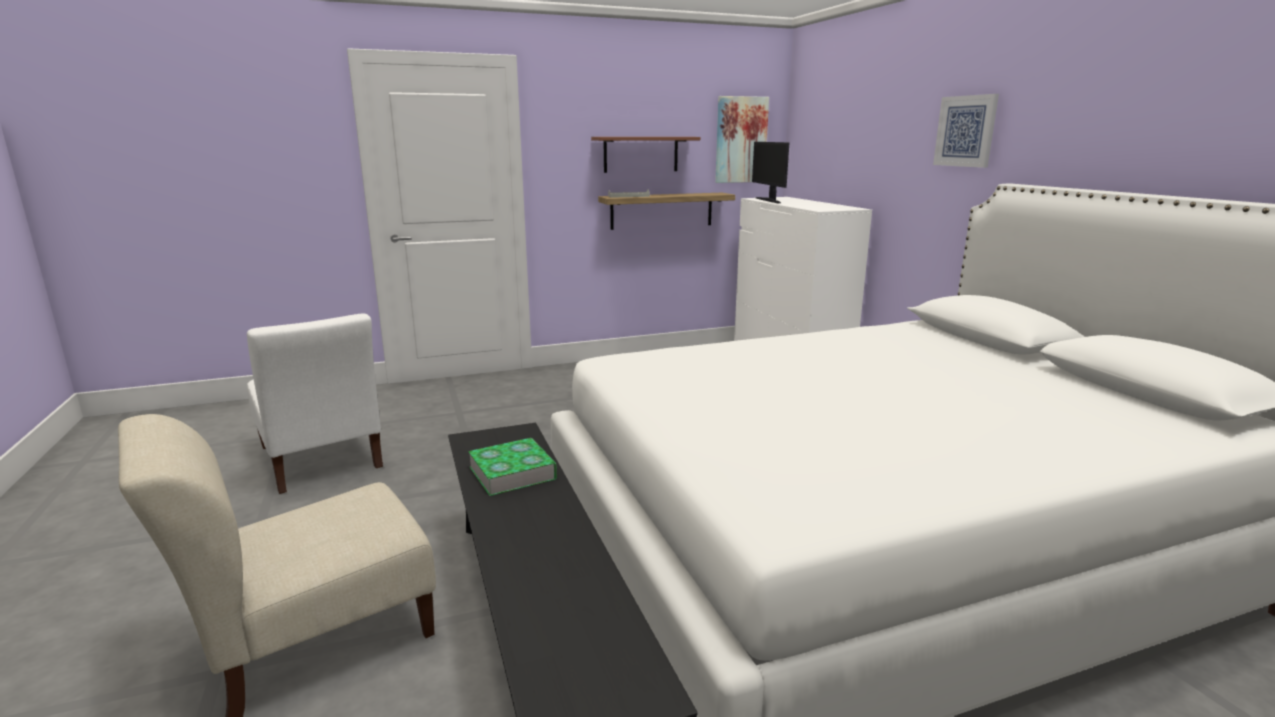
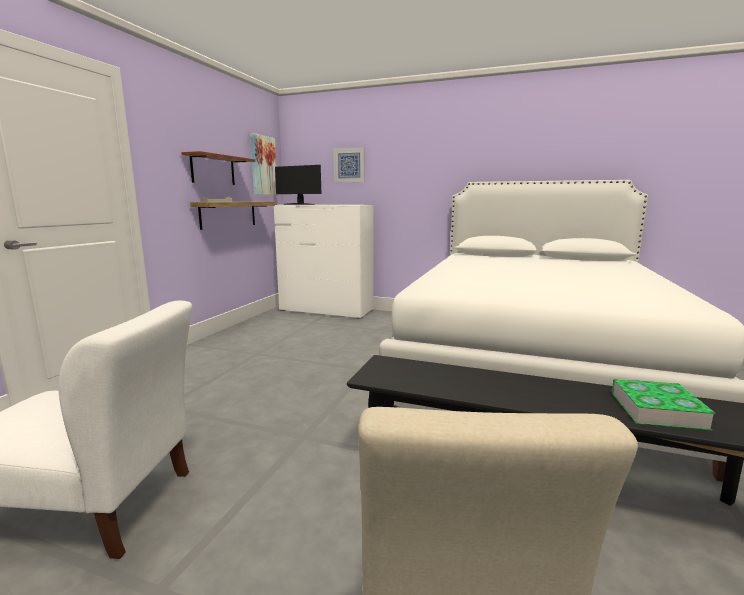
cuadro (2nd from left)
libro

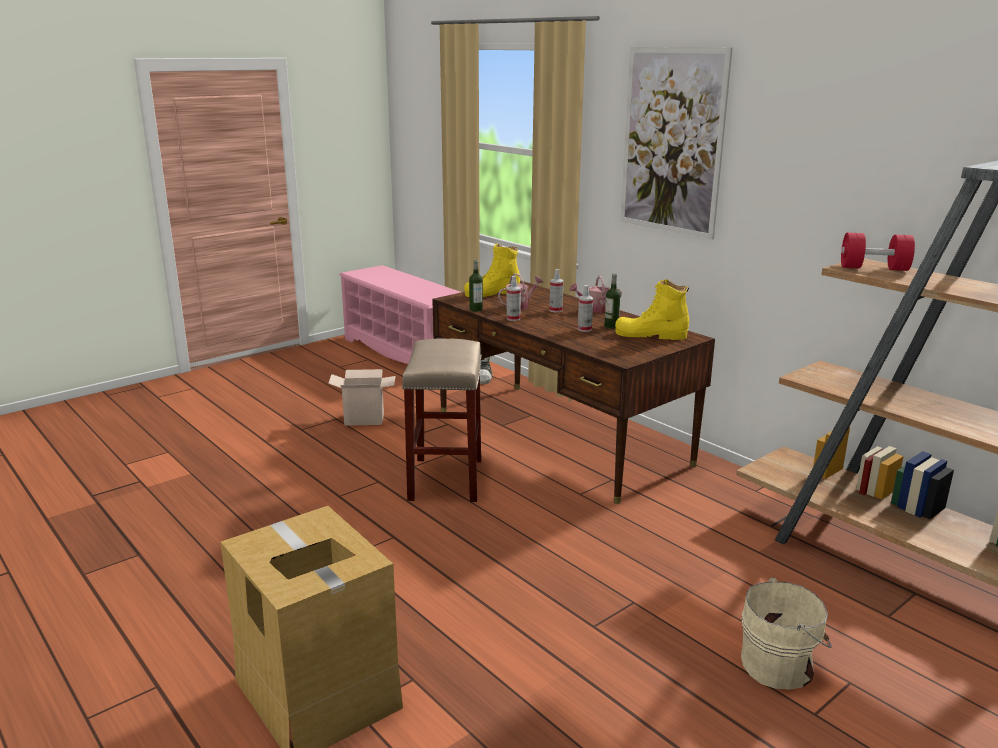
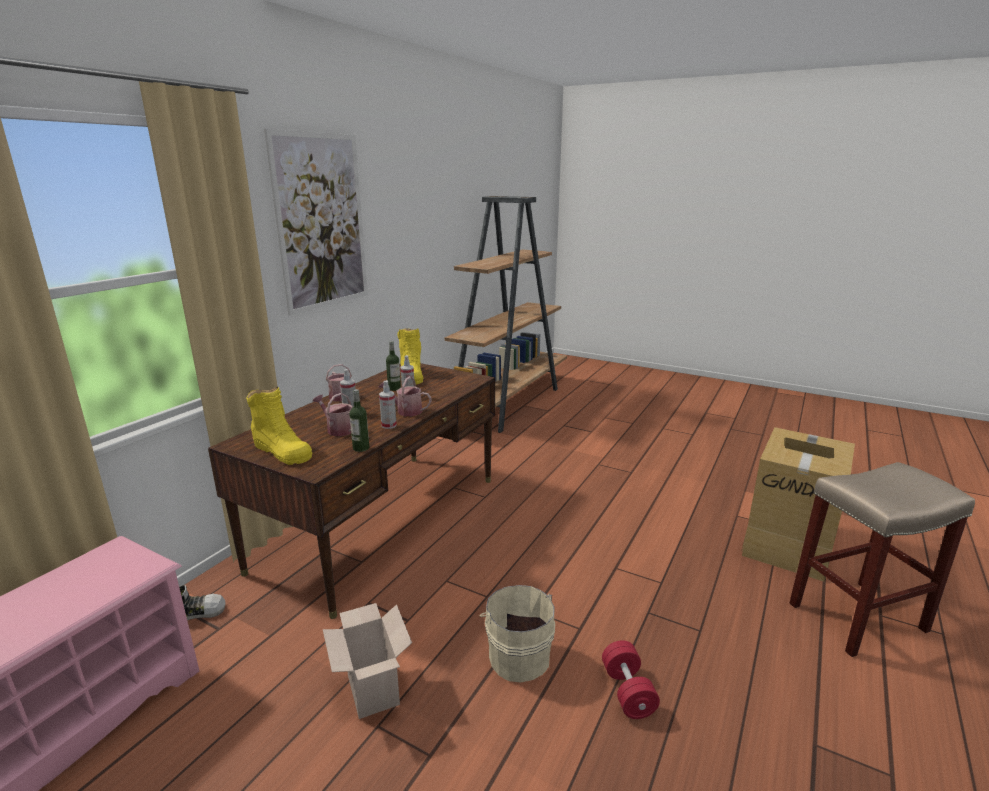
mancuerna/rojo
taburete/beis
cubo/beis
regadera (3rd from left)

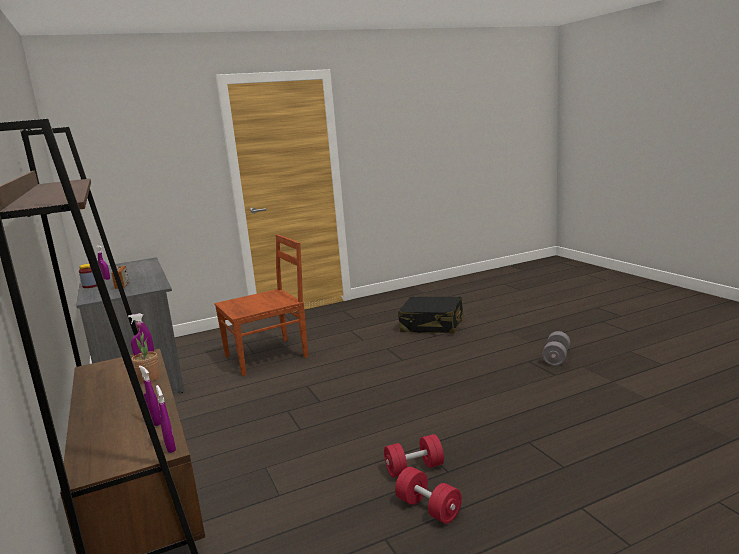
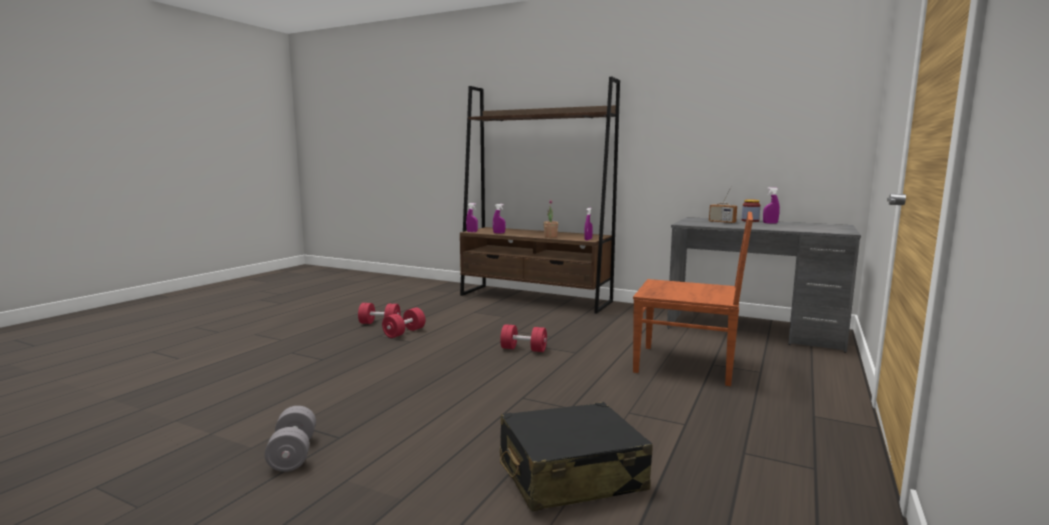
silla/marrón
mancuerna/rojo (3rd from left)

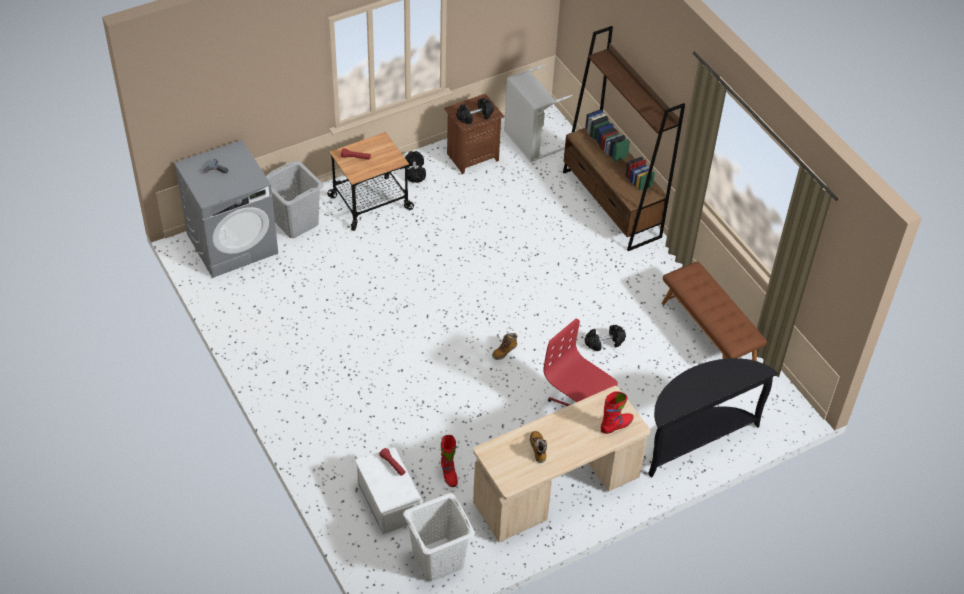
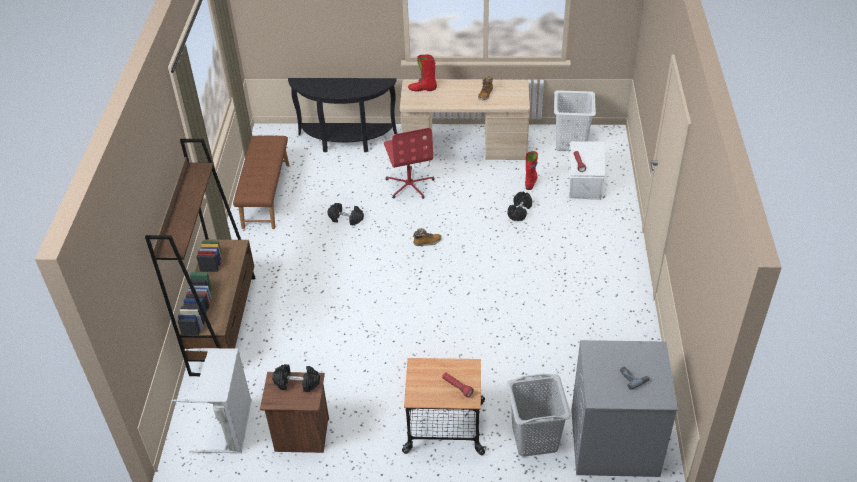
mancuerna/negro (3rd from left)

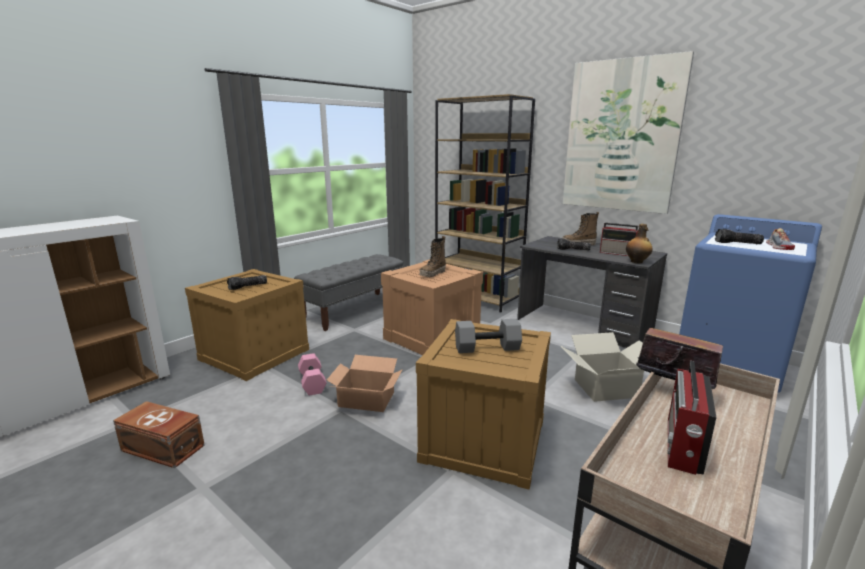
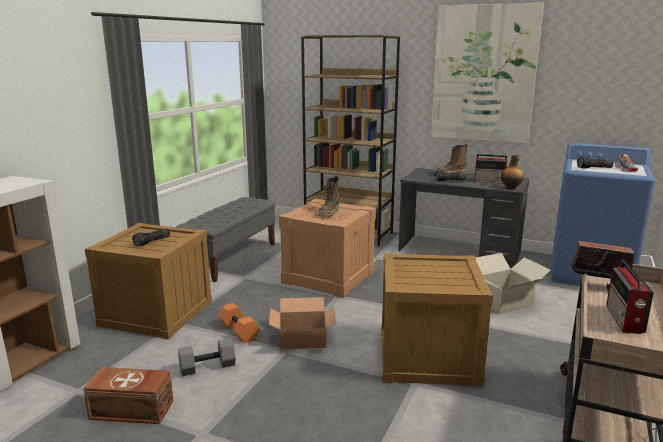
mancuerna/gris
mancuerna/naranja

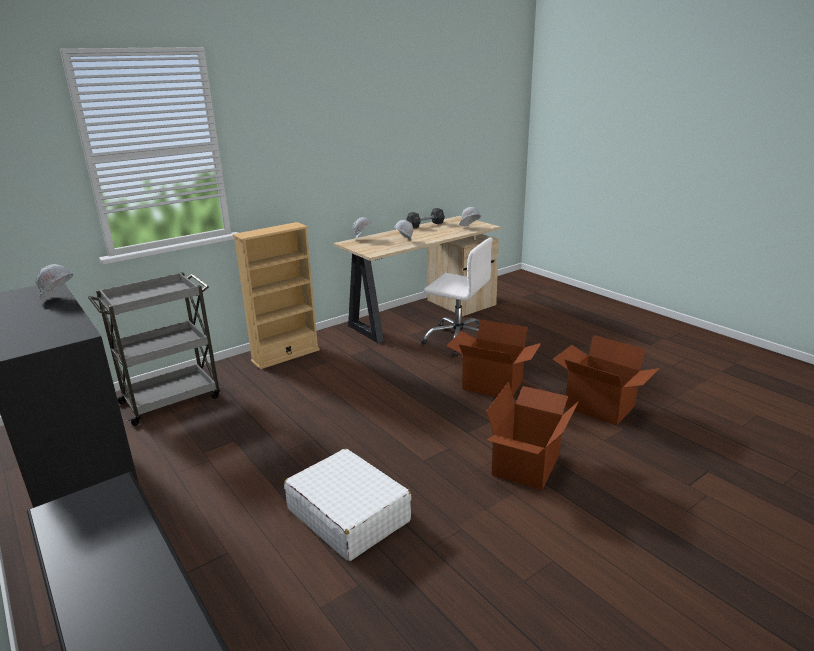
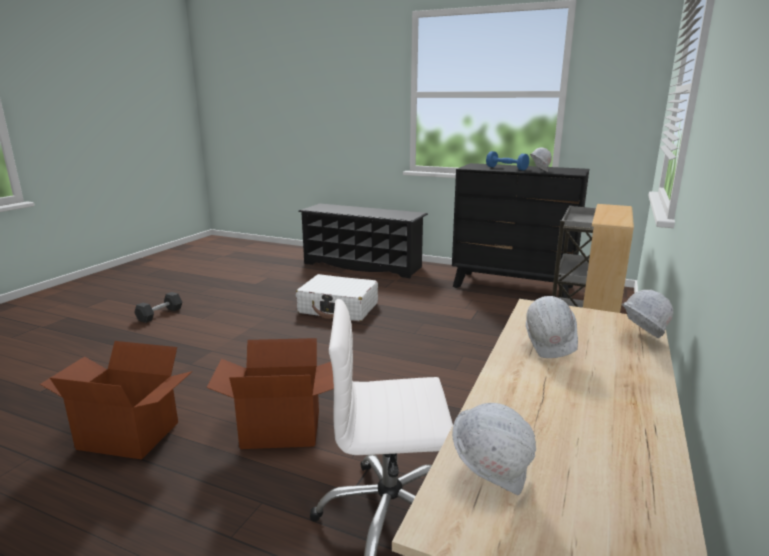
mancuerna/negro
caja de cartón (2nd from left in the first image)
mancuerna/azul

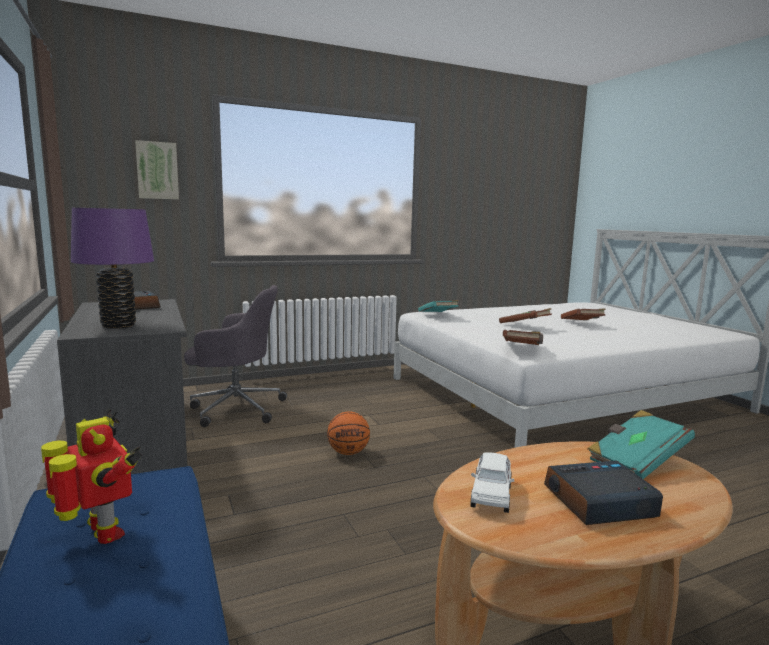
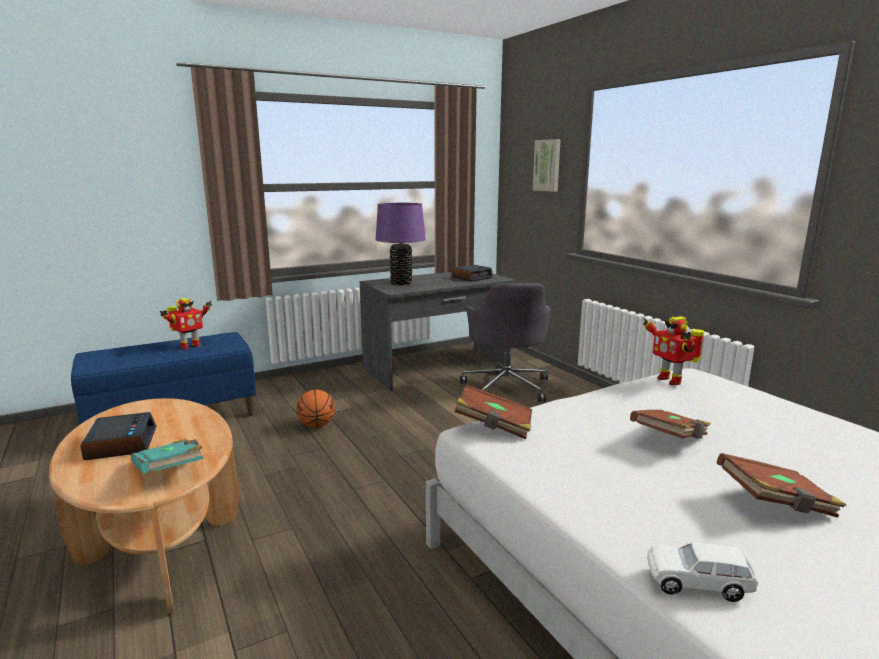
robot de juguete (2nd from left)
balón de baloncesto
coche de juguete/blanco

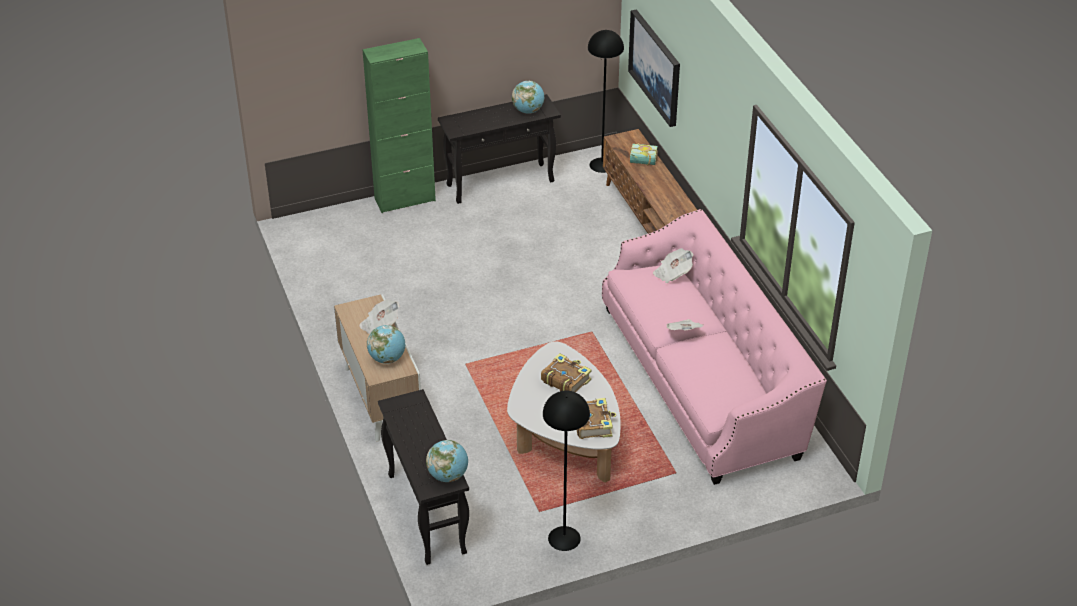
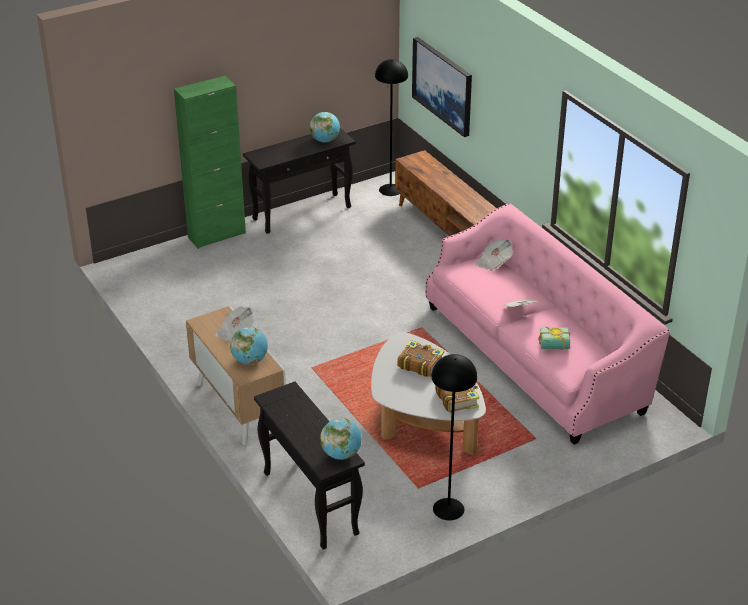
libro (3rd from left)

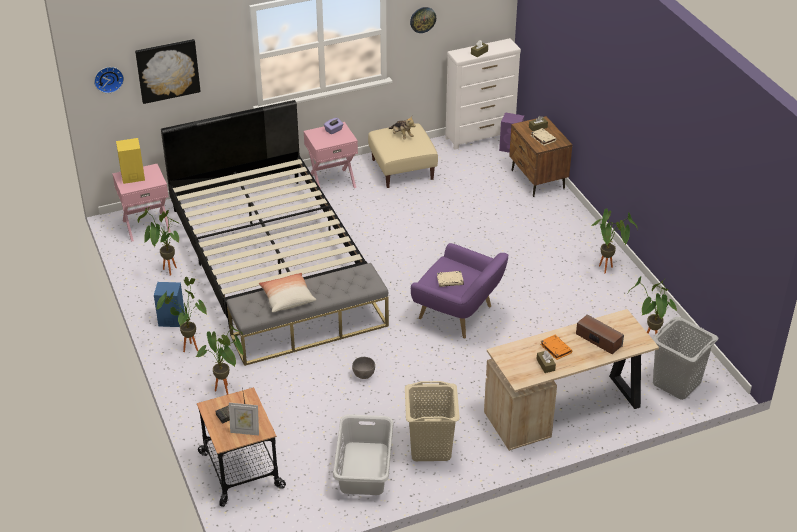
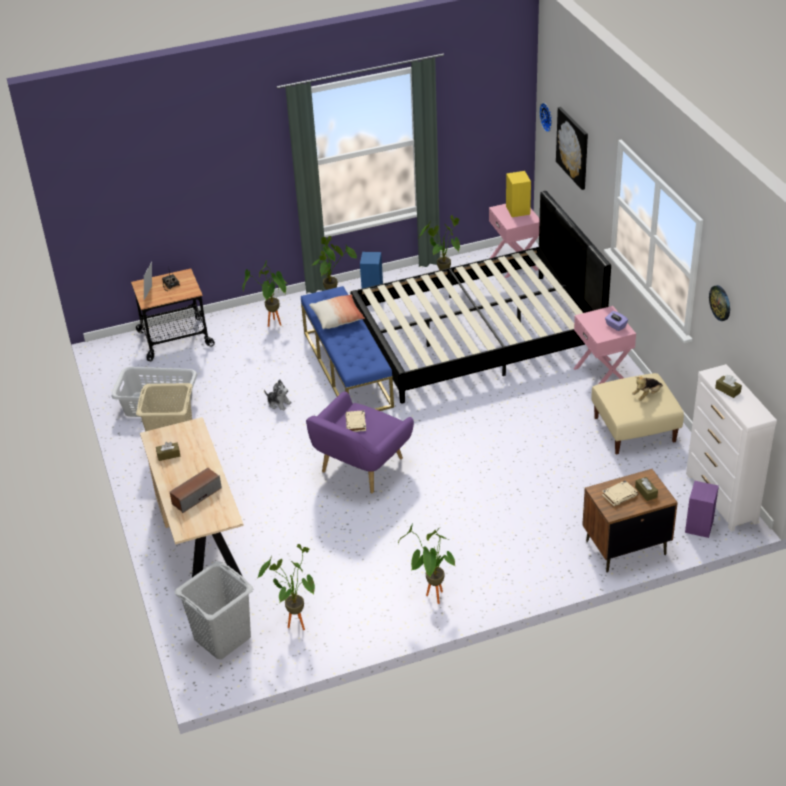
banco/azul
libro/naranja
peluche (1st from left)

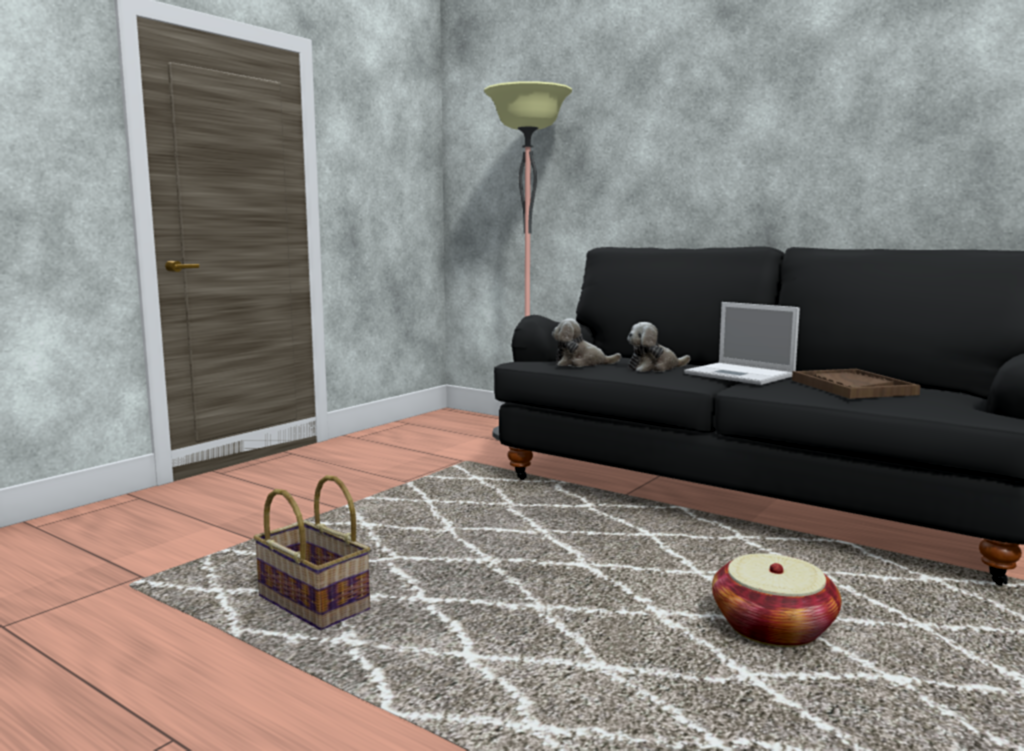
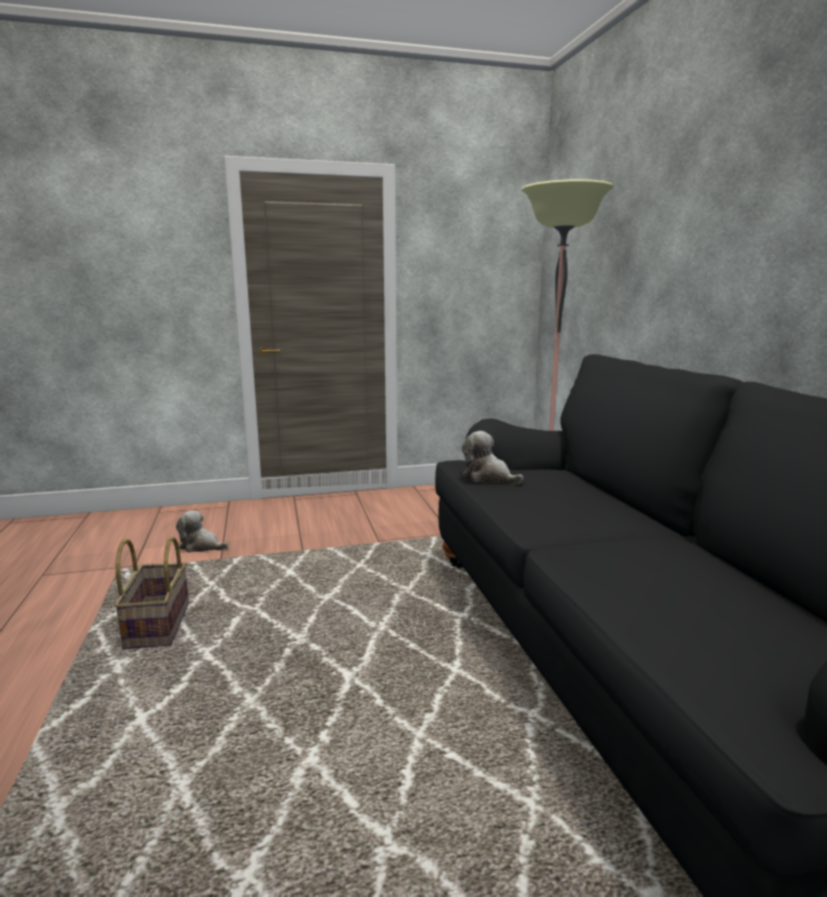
portátil
peluche (1st from left)
bandeja/marrón
cesta (2nd from left in the first image)

